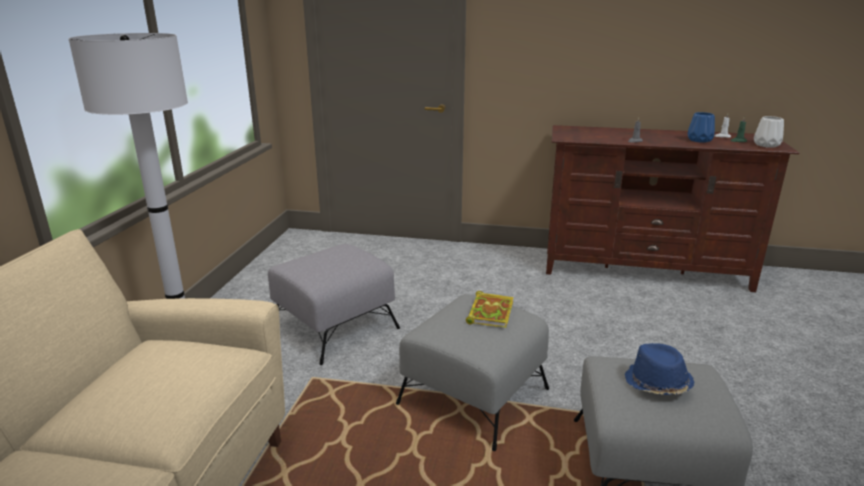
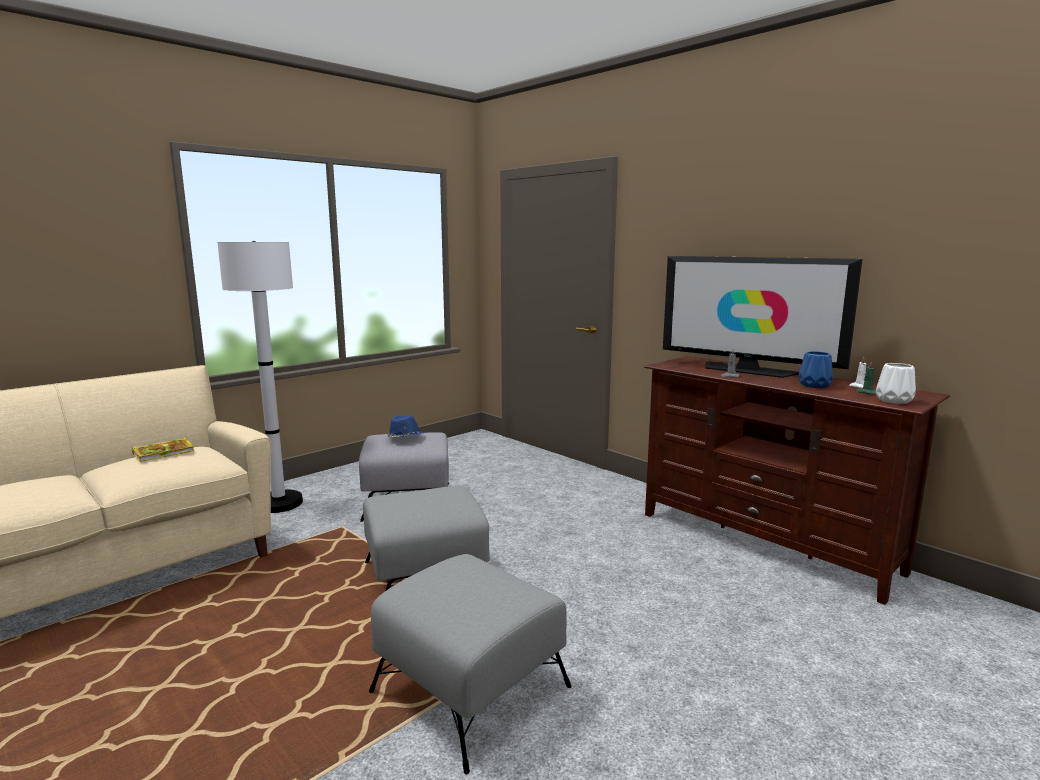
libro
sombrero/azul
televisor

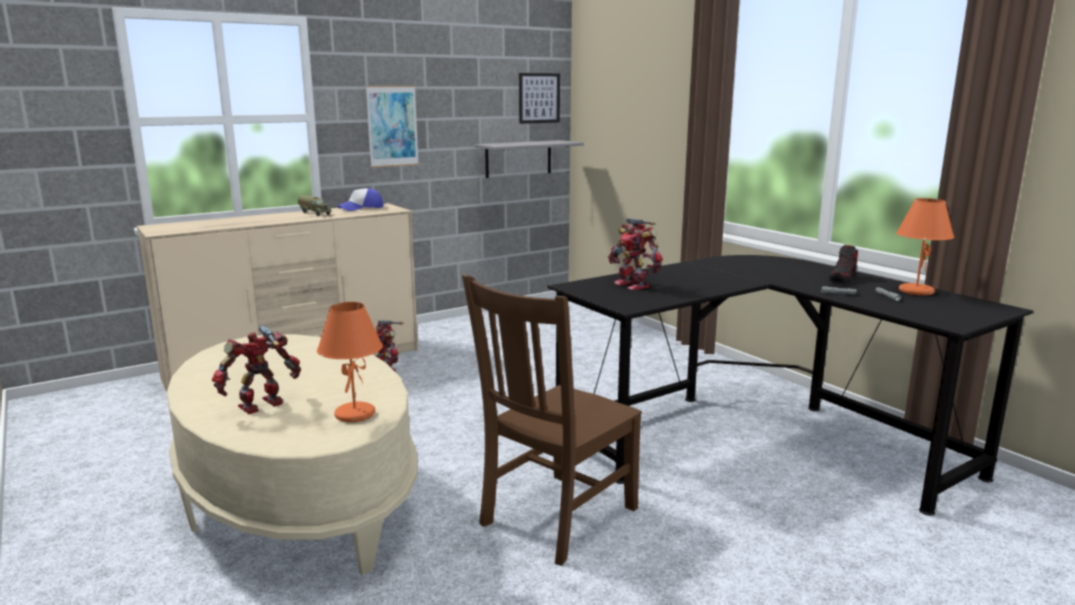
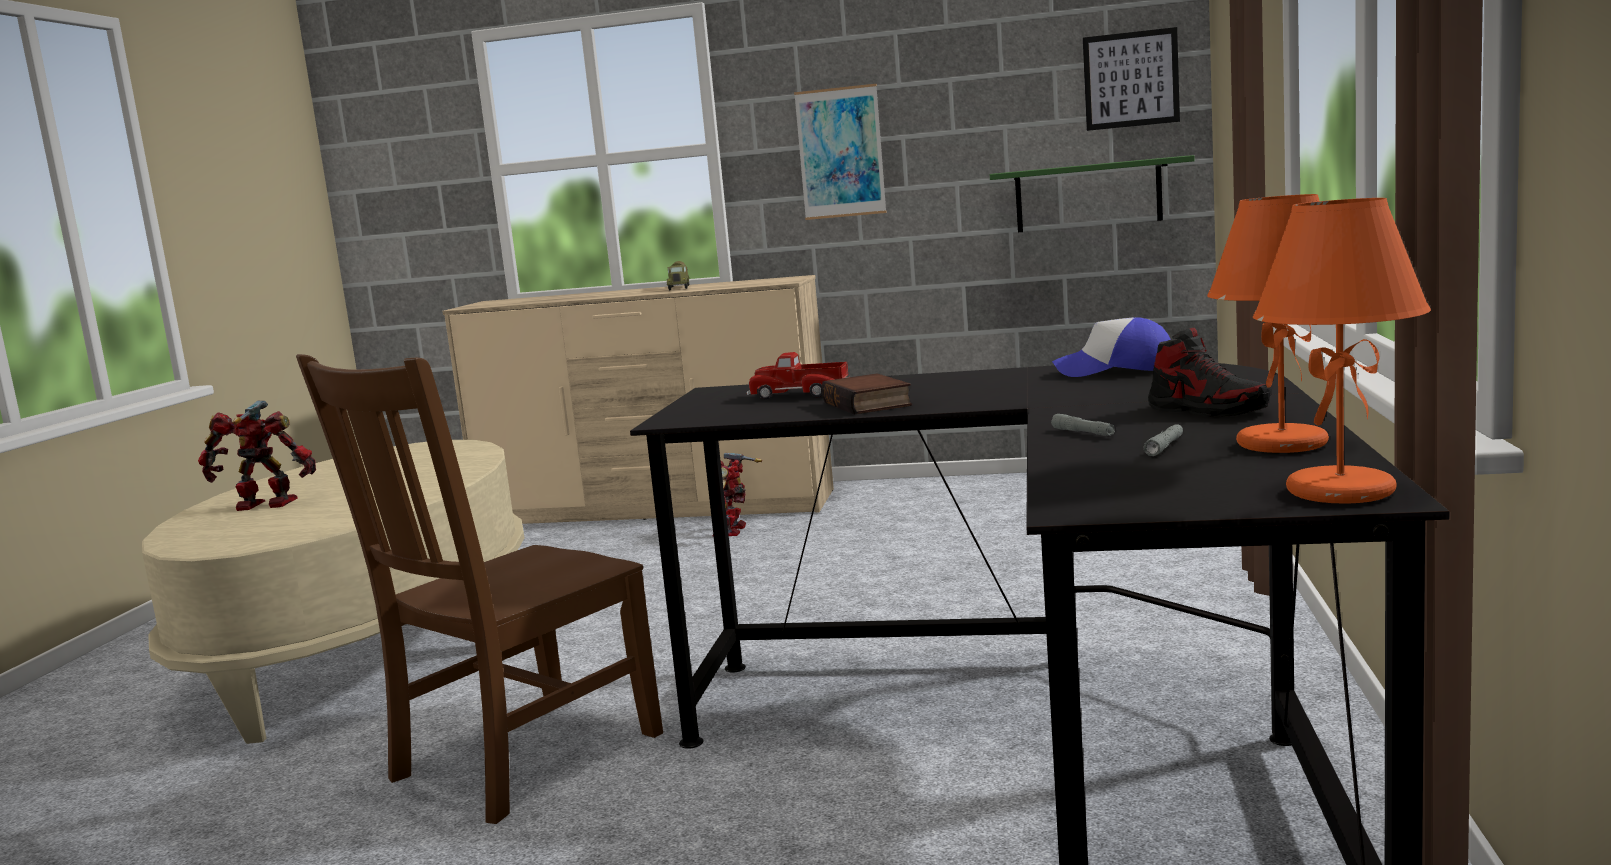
estante/verde
gorra
camión de juguete (2nd from left)
zapato
silla/marrón
lámpara de mesa/naranja (2nd from left)
libro

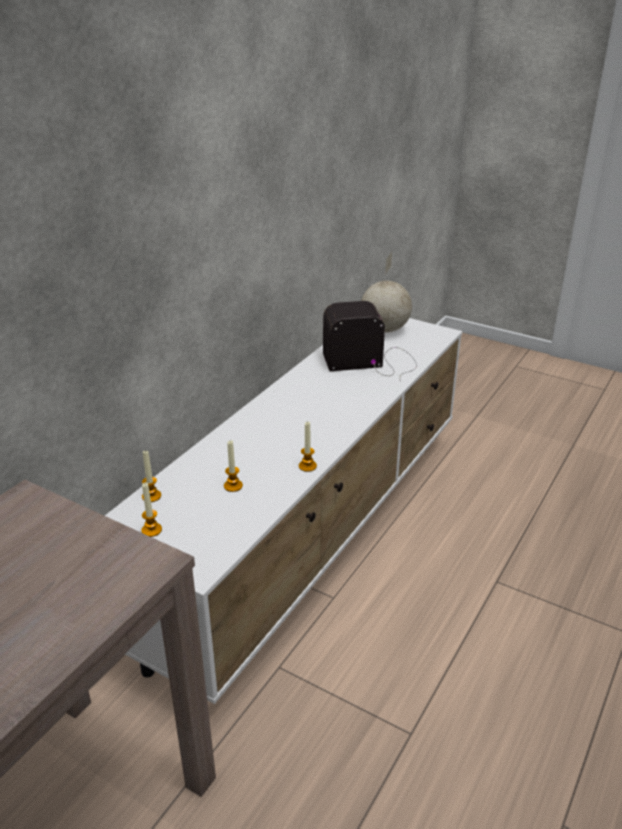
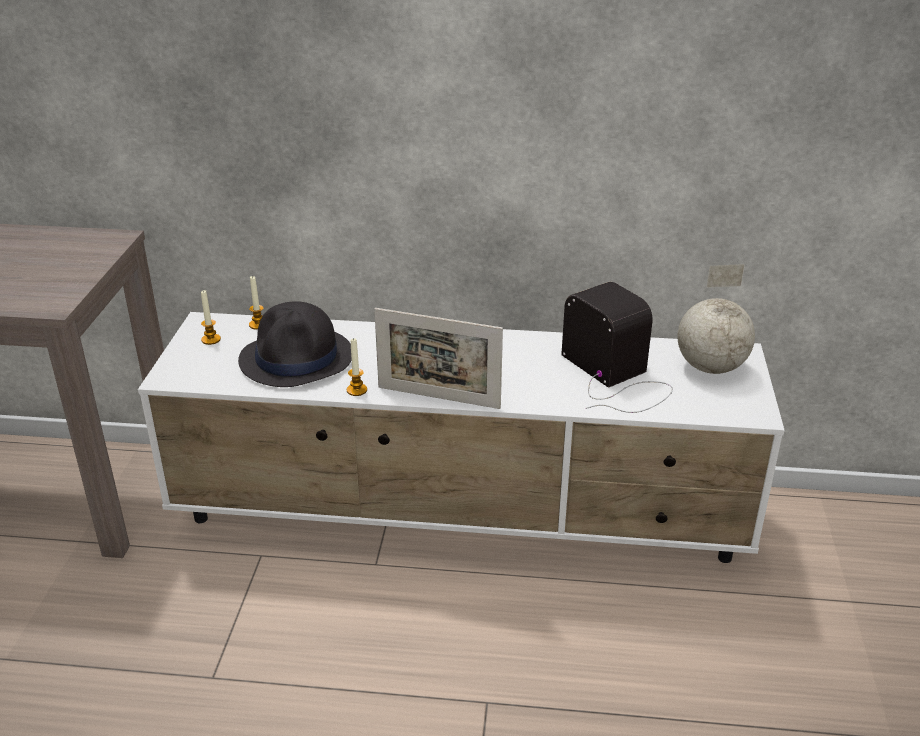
sombrero/negro
portarretratos

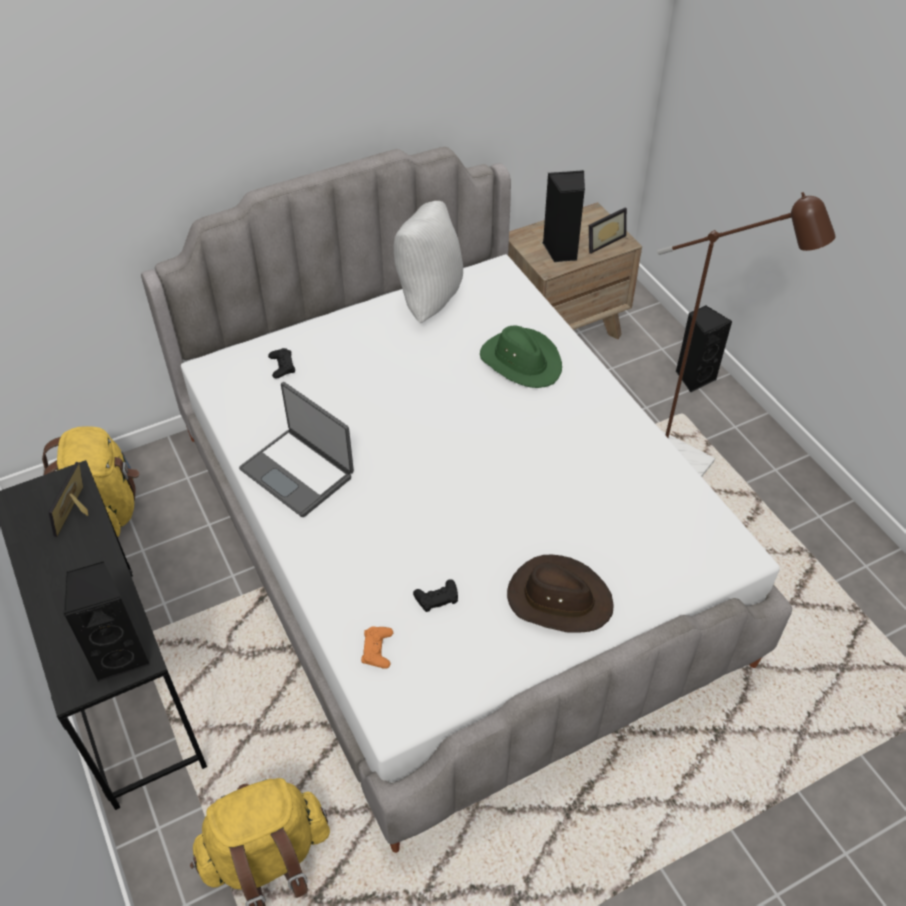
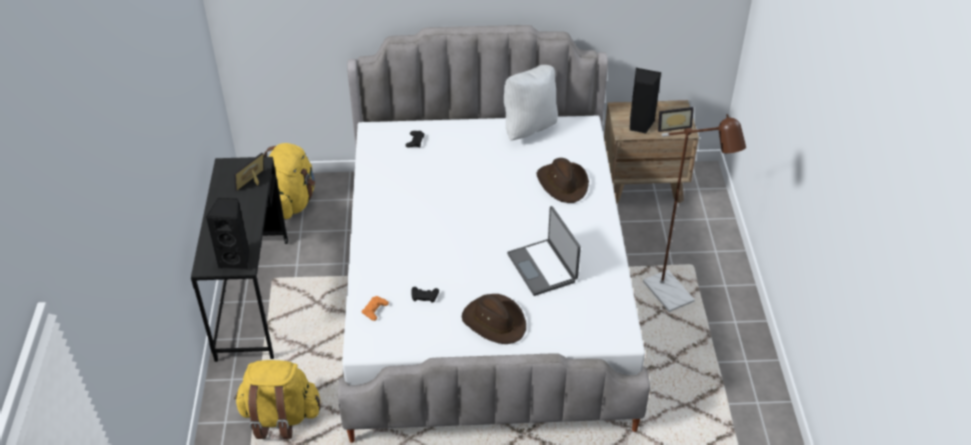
altavoz/negro (3rd from left in the first image)
sombrero/marrón (2nd from left)
portátil

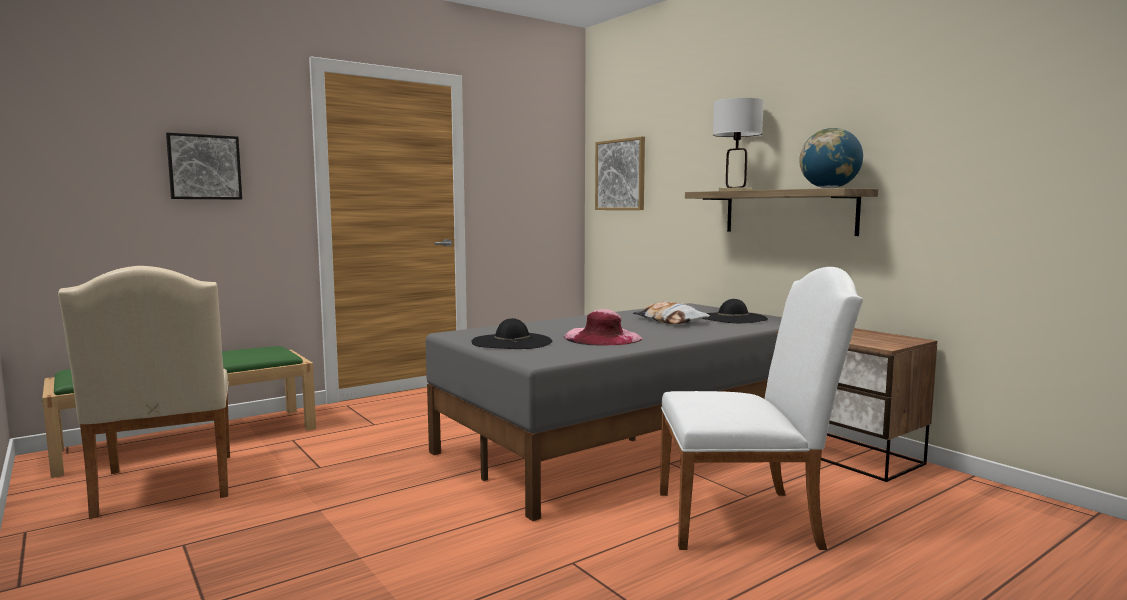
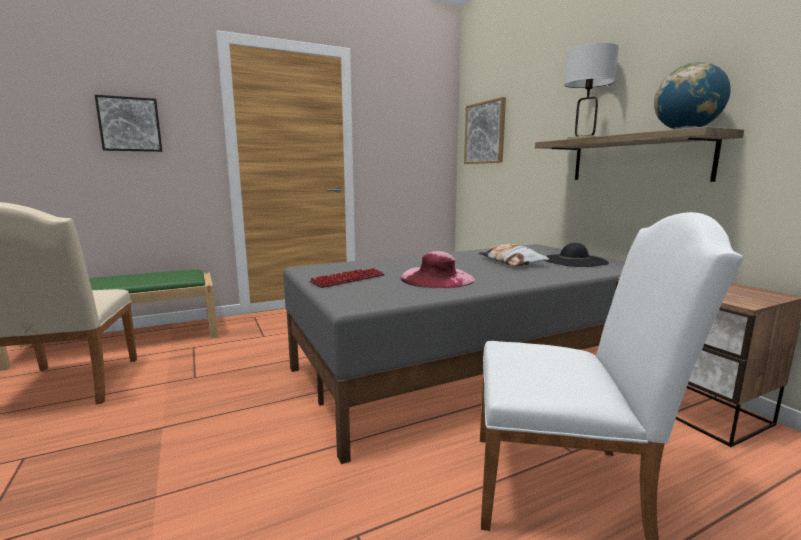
teclado

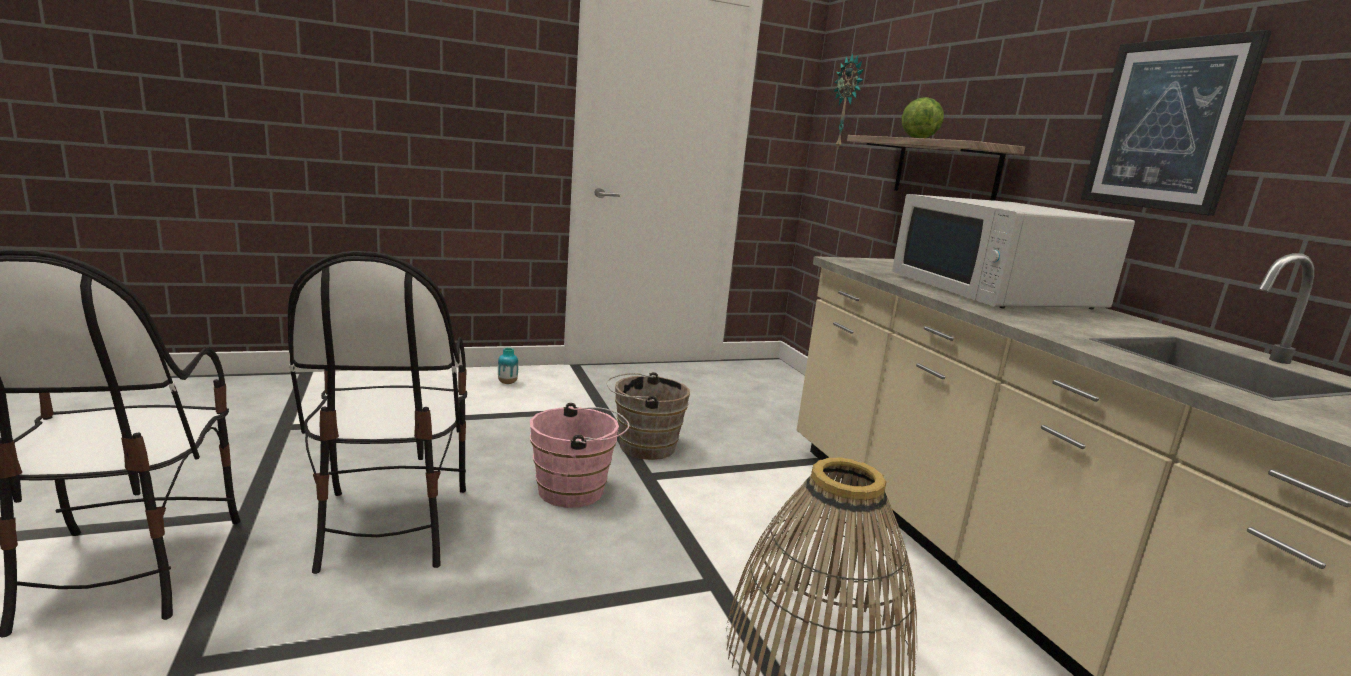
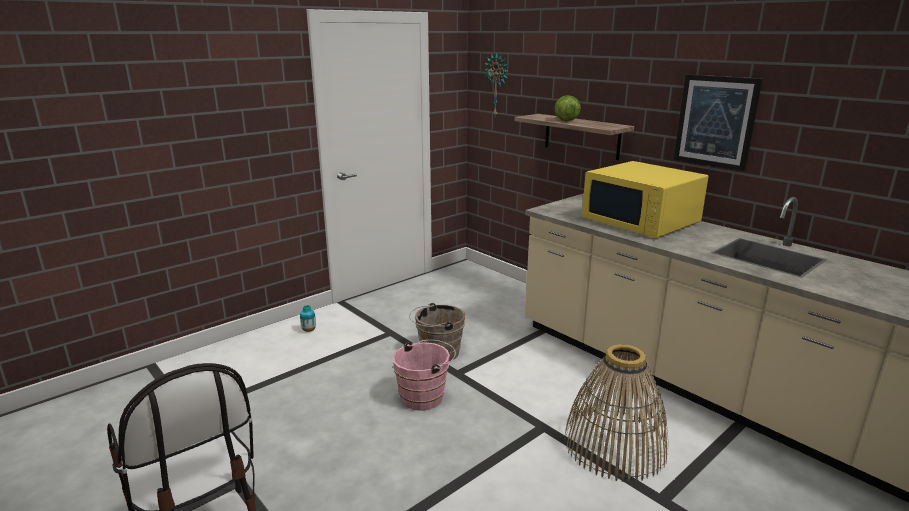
microondas/amarillo
silla (2nd from left in the first image)

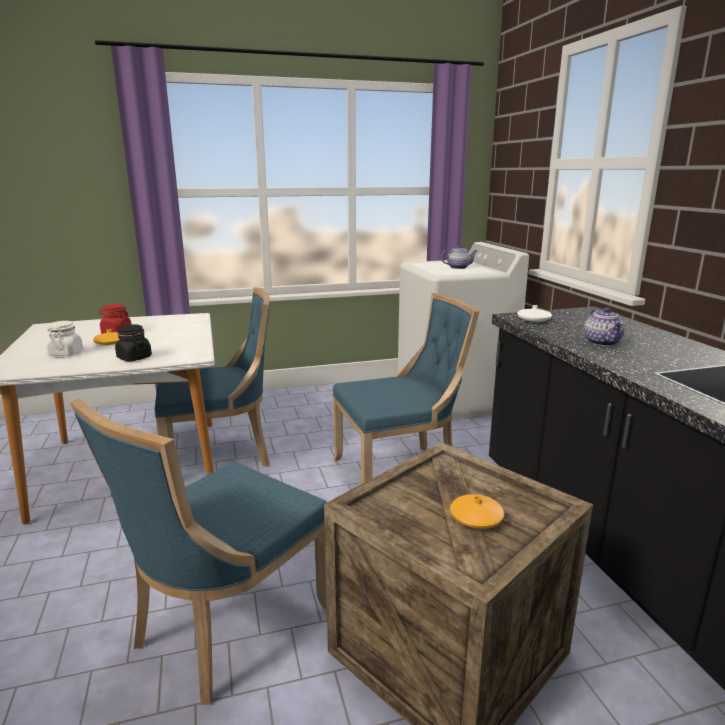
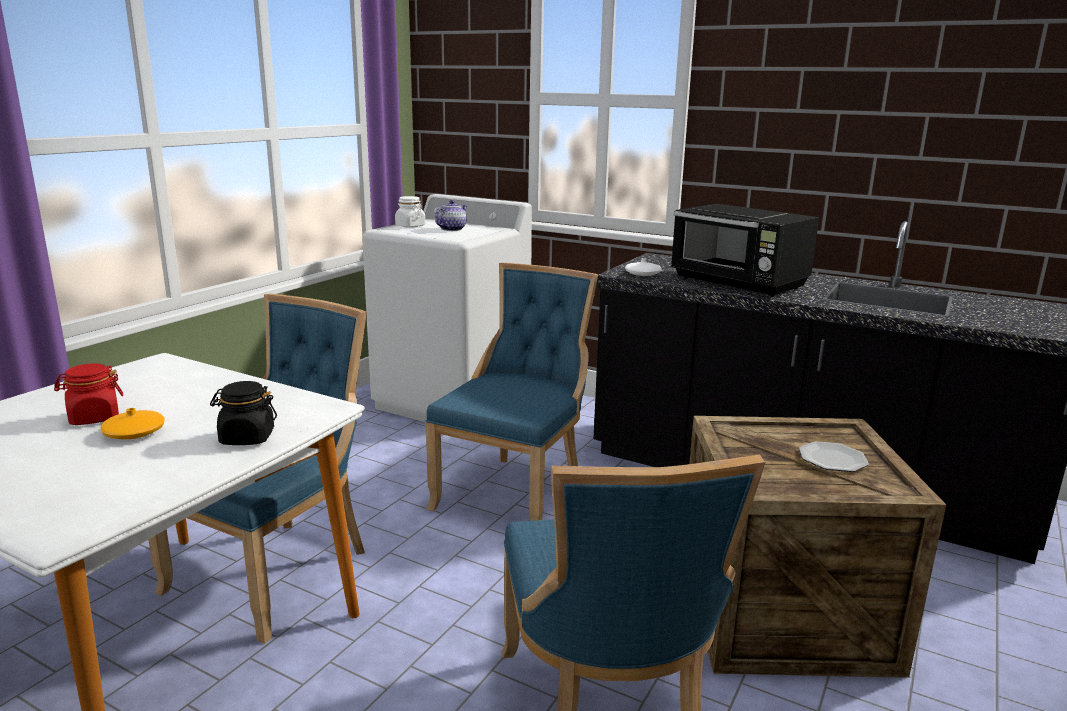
microondas/negro
tarro/blanco
plato

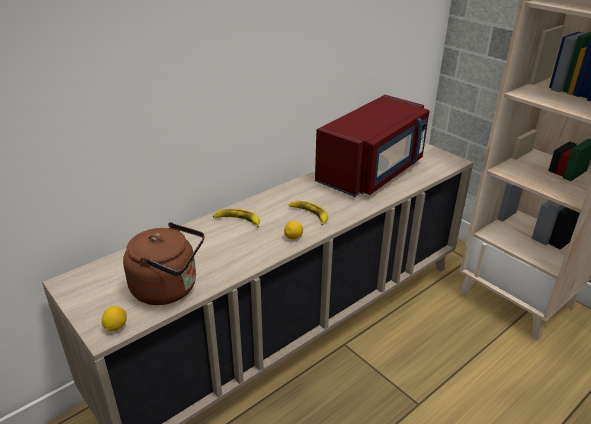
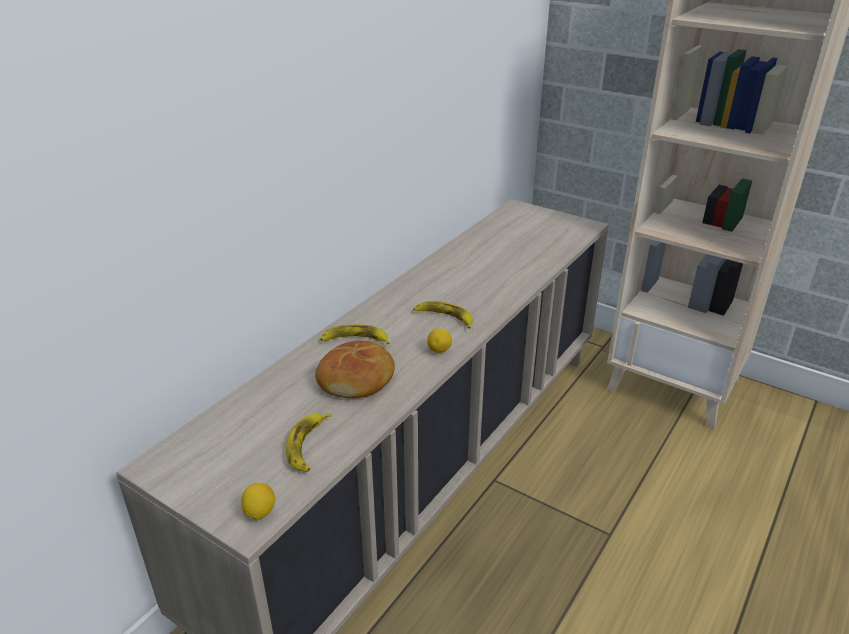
microondas/rojo
plátano (1st from left)
pan

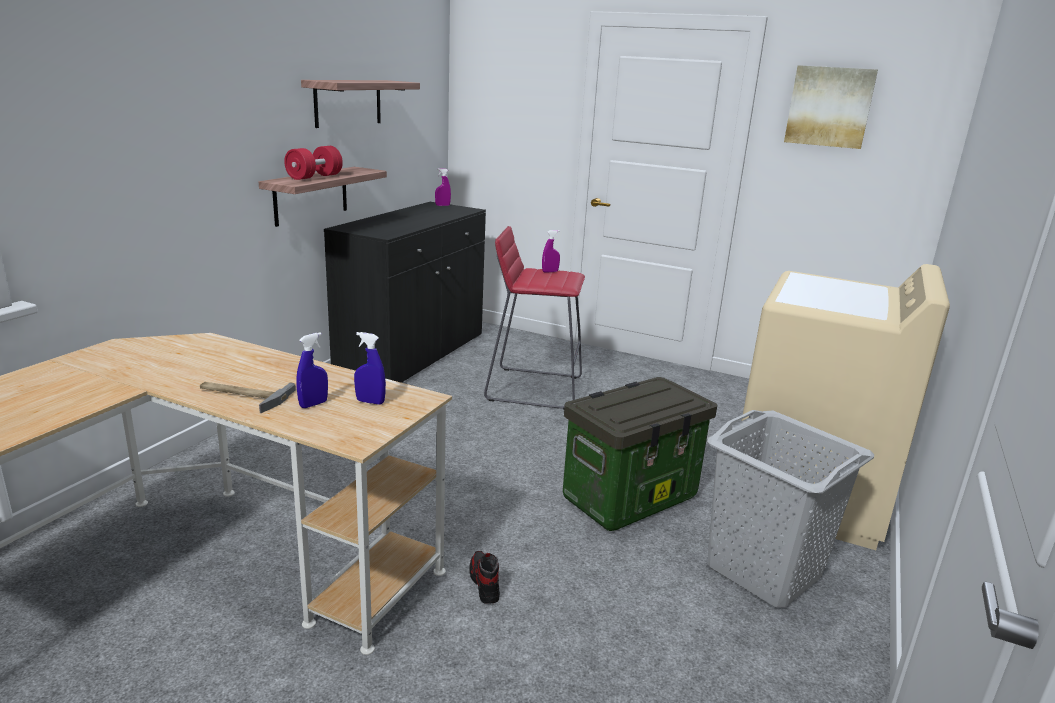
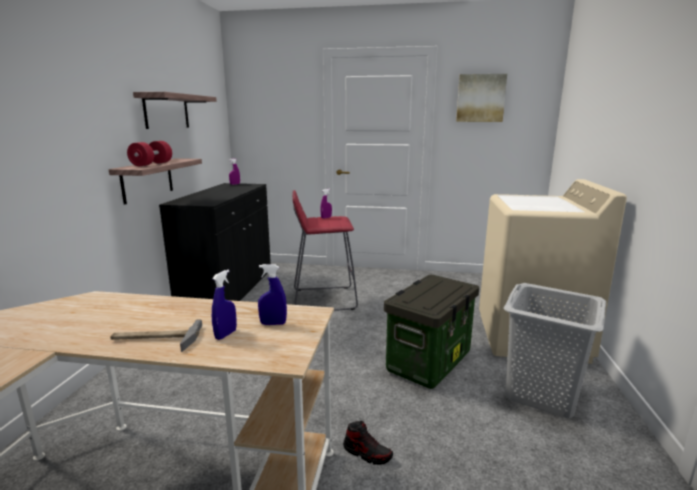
zapato

